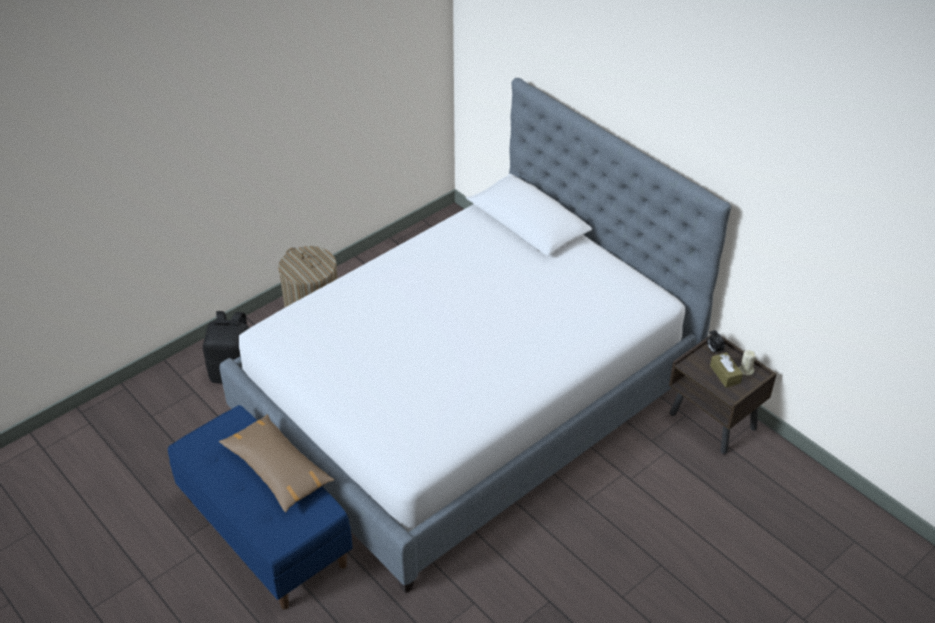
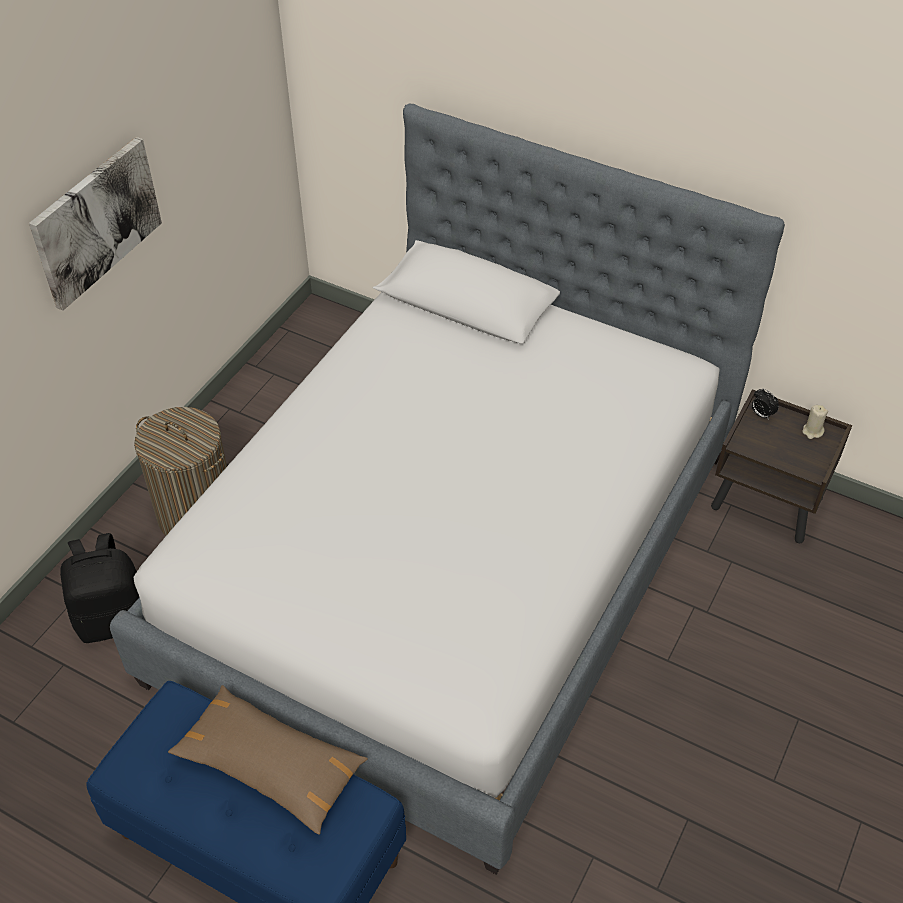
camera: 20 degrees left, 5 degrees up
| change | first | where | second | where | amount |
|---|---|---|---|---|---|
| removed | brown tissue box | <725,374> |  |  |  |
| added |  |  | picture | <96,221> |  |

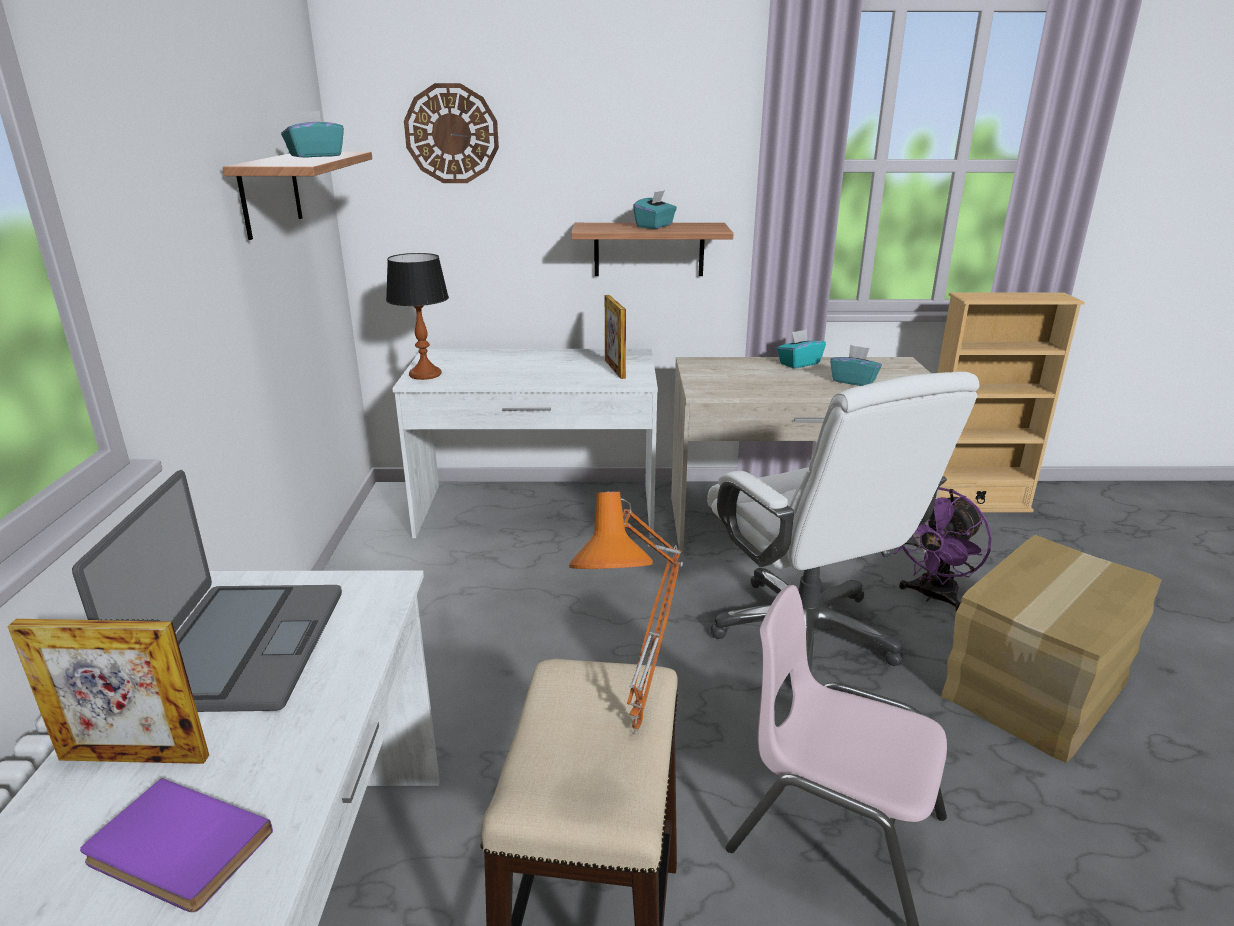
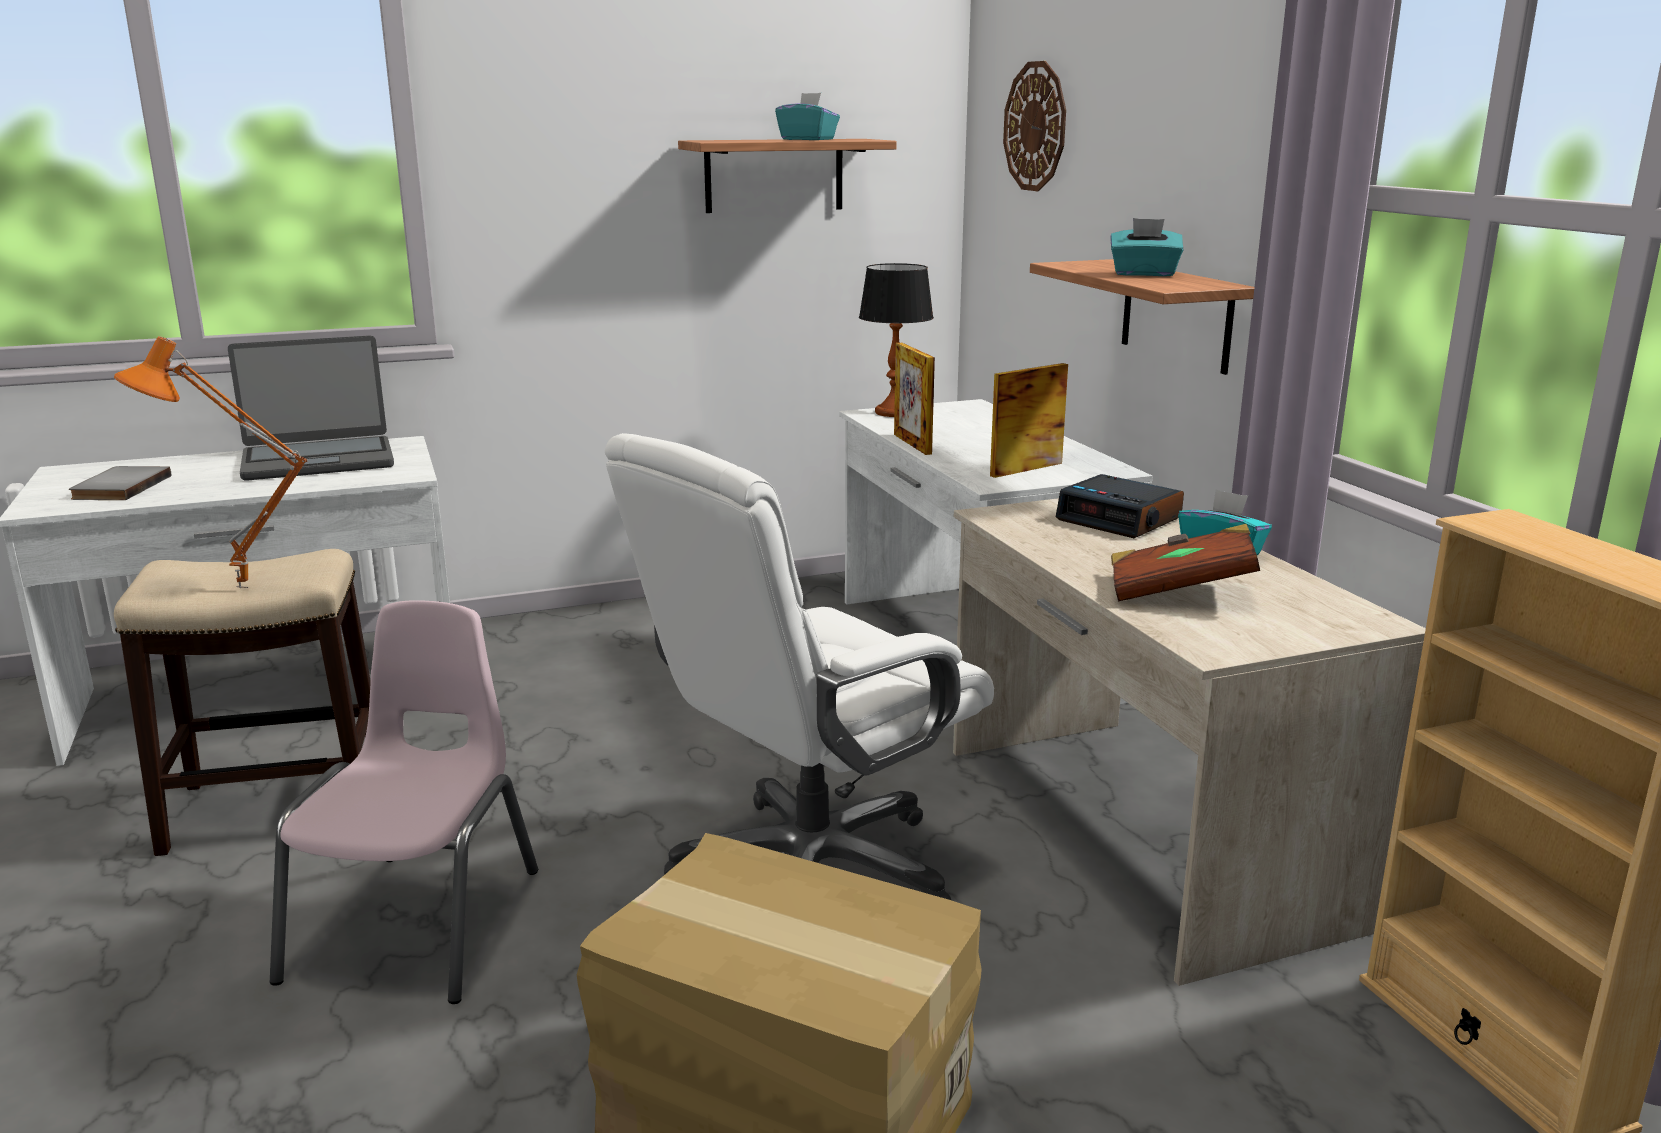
camera: 70 degrees right, 5 degrees down
| change | first | where | second | where | amount |
|---|---|---|---|---|---|
| moved | picture frame | <134,757> |  | <912,444> |  |
| recoloured | purple book | <174,851> | grey book | <118,487> |  |
| replaced | turquoise tissue box | <853,381> | brown book | <1179,591> |  |
| removed | purple fan | <931,596> |  |  |  |
| added |  |  | alarm clock | <1120,519> |  |

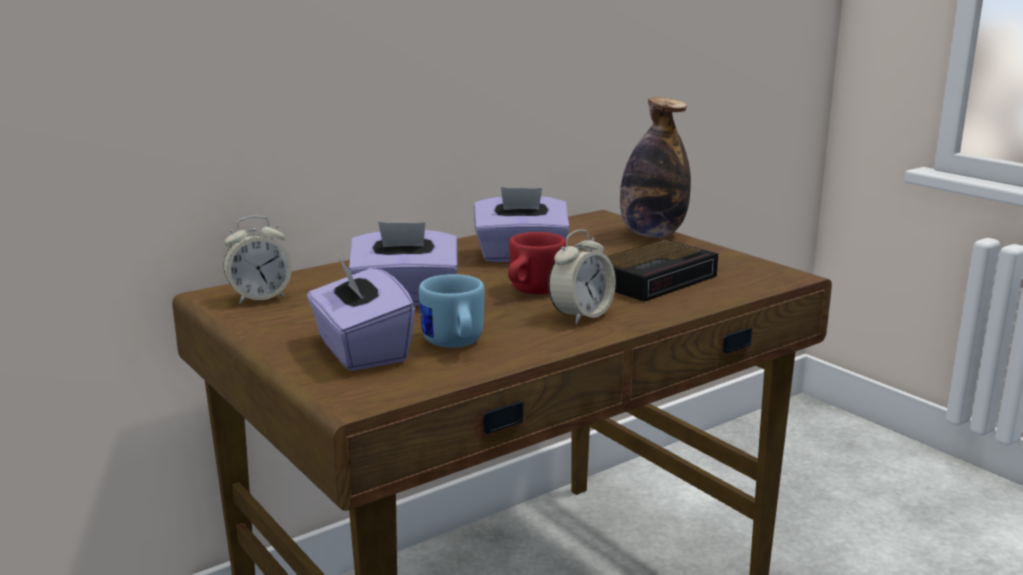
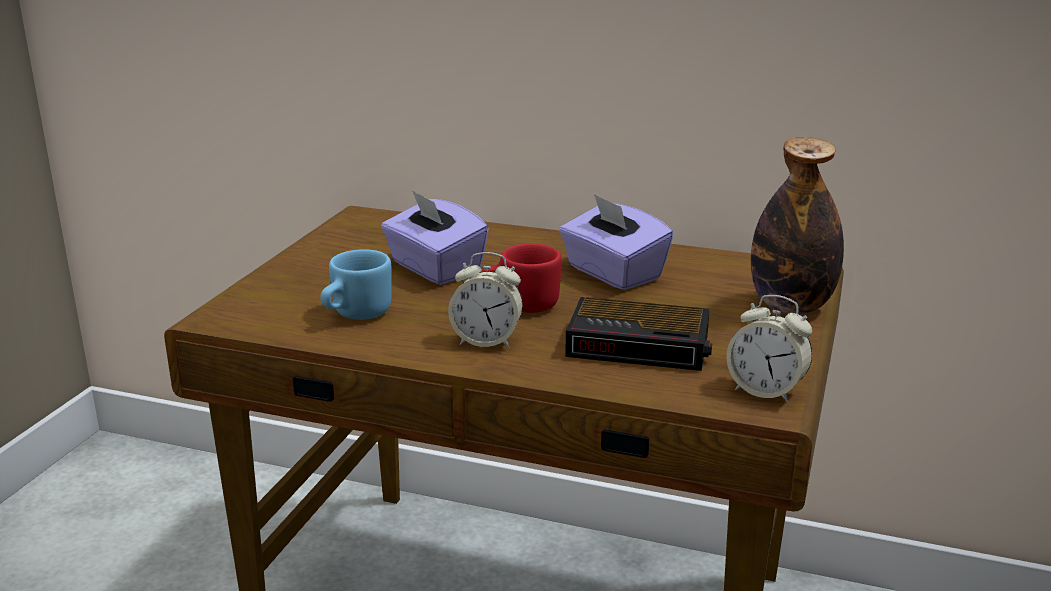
camera: 55 degrees right, 5 degrees up
| change | first | where | second | where | amount |
|---|---|---|---|---|---|
| moved | alarm clock | <259,298> |  | <766,391> |  |
| removed | purple tissue box | <360,351> |  |  |  |

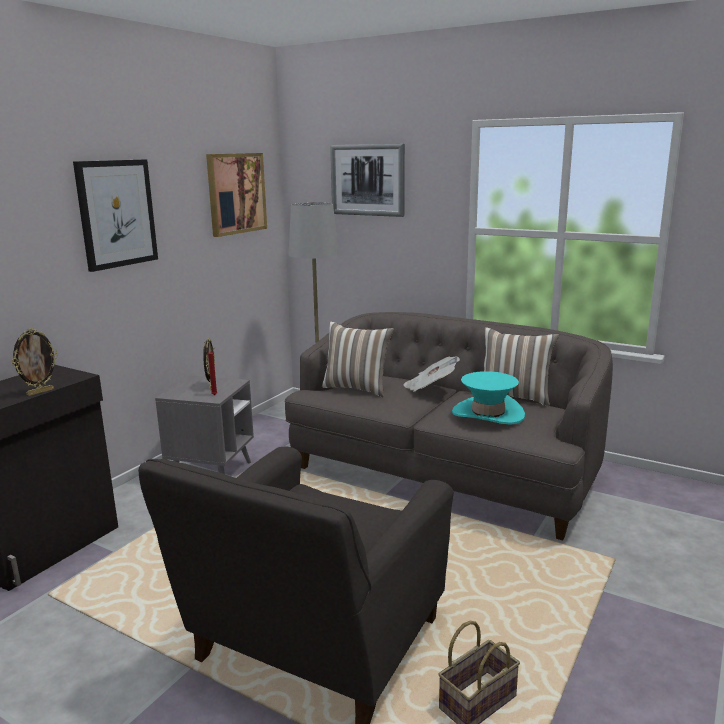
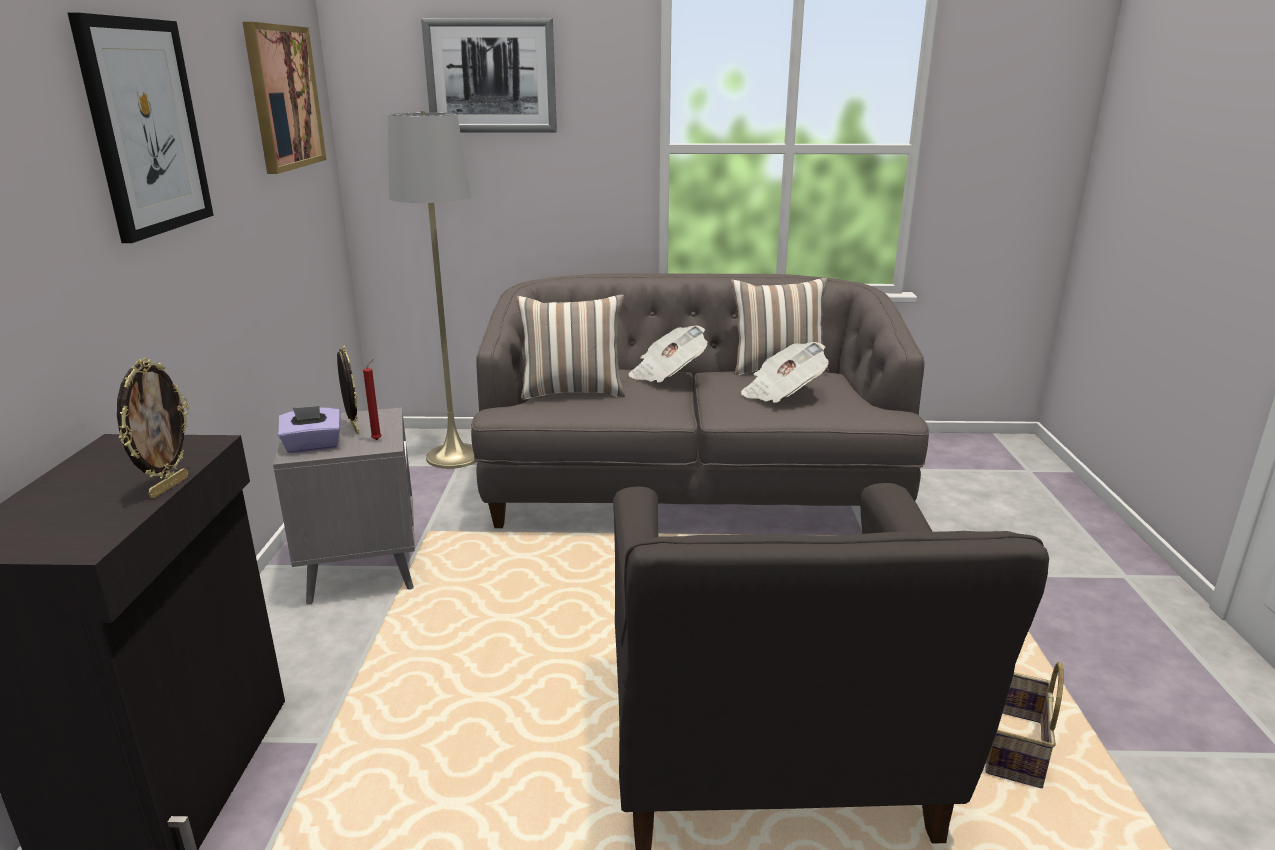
camera: 30 degrees left, 5 degrees up
| change | first | where | second | where | amount |
|---|---|---|---|---|---|
| replaced | turquoise hat | <488,413> | newspaper | <782,393> |  |
| added |  |  | purple tissue box | <313,446> |  |

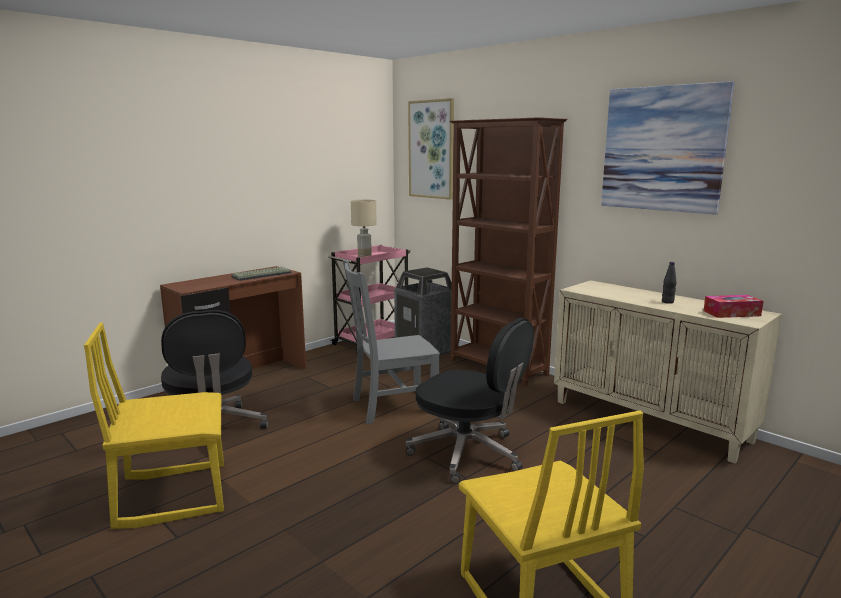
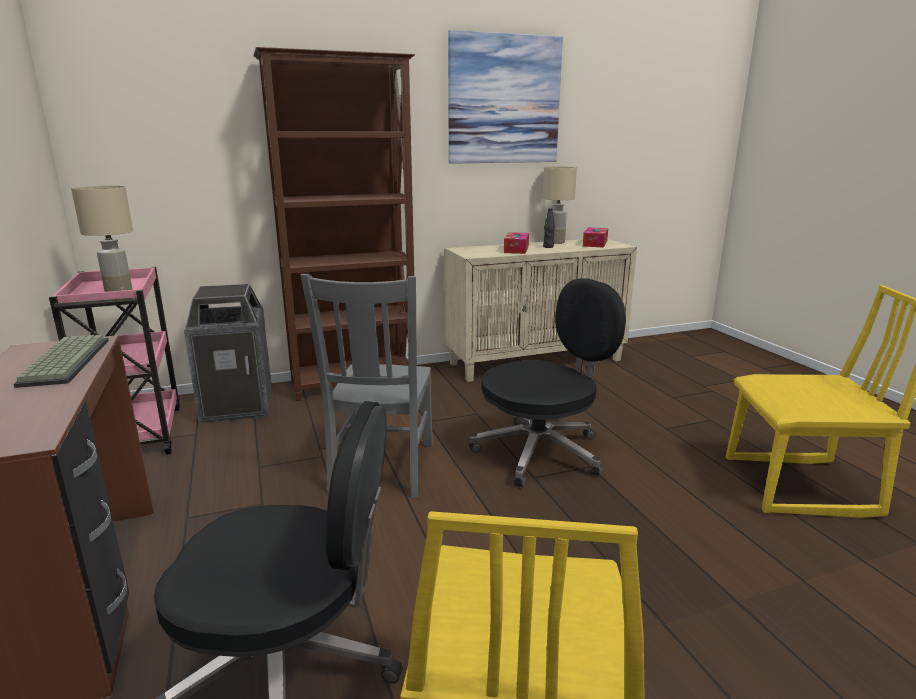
camera: 65 degrees left, 5 degrees up
| change | first | where | second | where | amount |
|---|---|---|---|---|---|
| removed | picture | <432,149> |  |  |  |
| added |  |  | tissue box | <516,249> |  |
| added |  |  | beige table lamp | <556,242> |  |

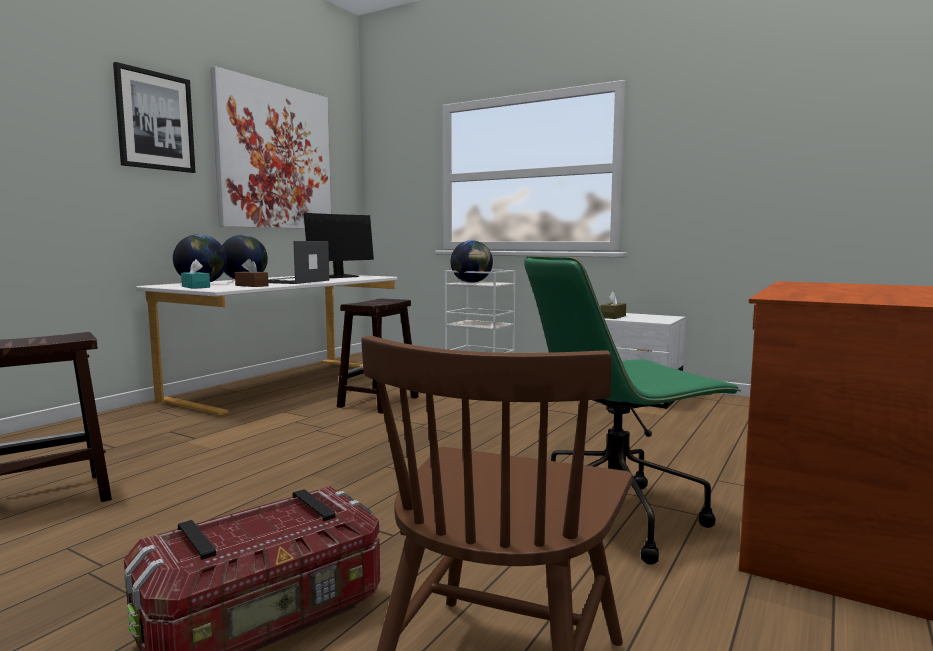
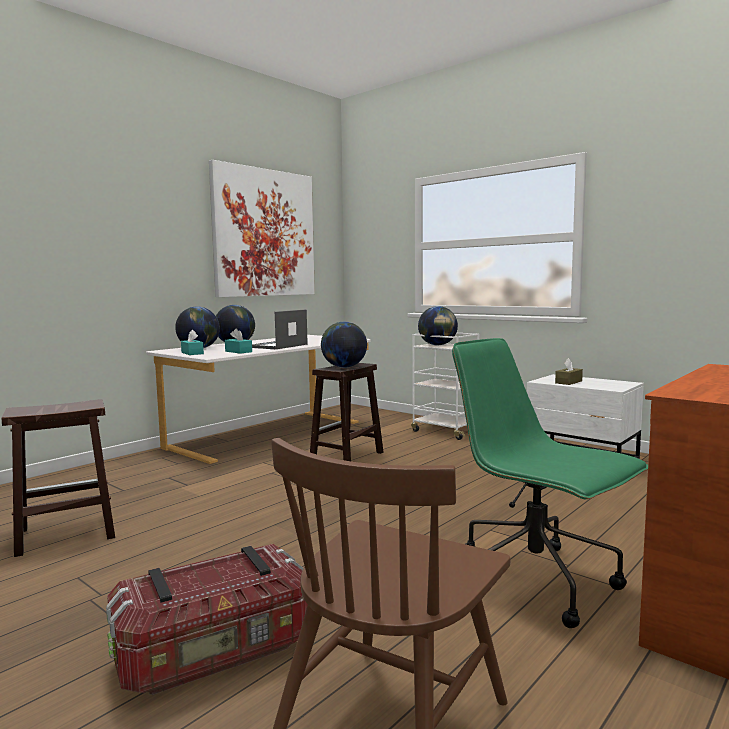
camera: 10 degrees right, 0 degrees up
| change | first | where | second | where | amount |
|---|---|---|---|---|---|
| removed | picture | <155,121> |  |  |  |
| recoloured | brown tissue box | <251,285> | turquoise tissue box | <238,351> |  |
| removed | monitor | <339,277> |  |  |  |
| turned | green office chair | <617,516> |  | <537,582> | 60 degrees clockwise |
| added |  |  | globe | <344,367> |  |

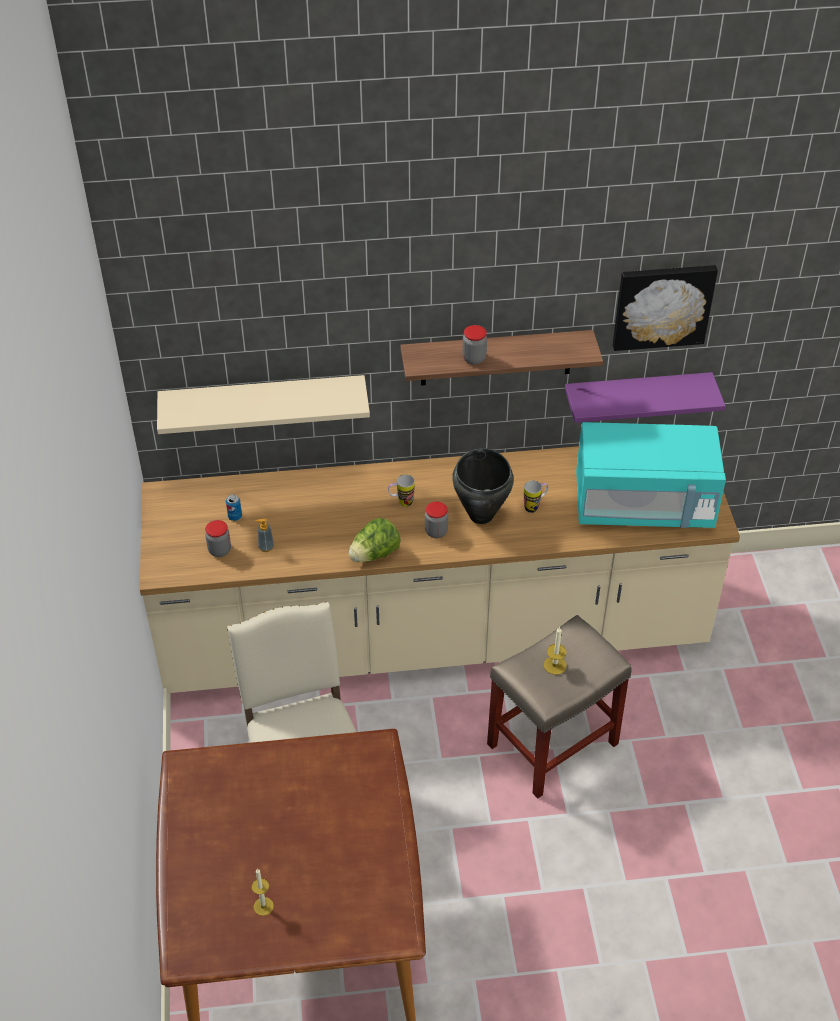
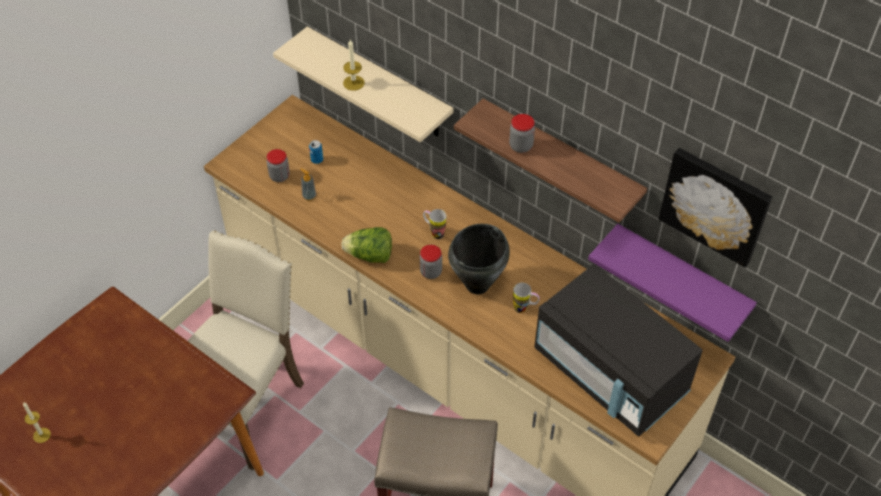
camera: 45 degrees right, 5 degrees up
| change | first | where | second | where | amount |
|---|---|---|---|---|---|
| moved | candle | <555,665> |  | <353,83> |  |
| recoloured | turquoise microwave | <643,505> | black microwave | <610,373> |  |

